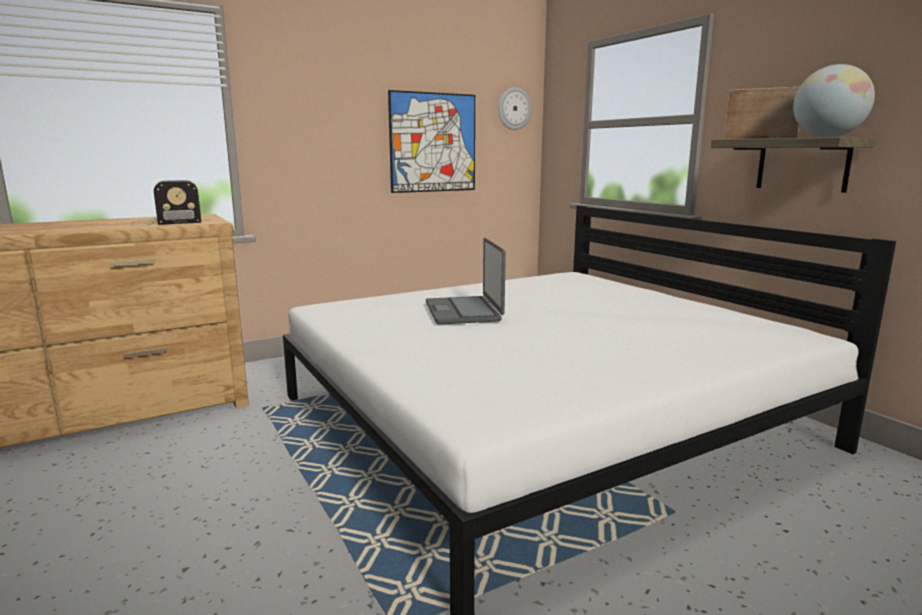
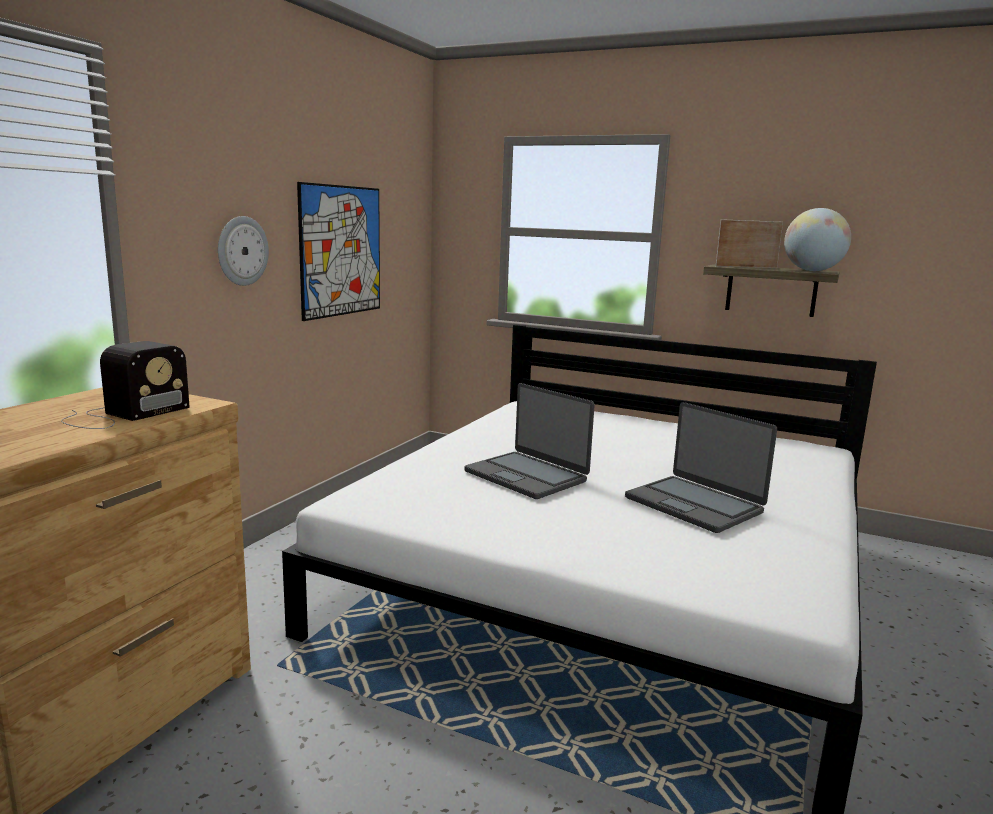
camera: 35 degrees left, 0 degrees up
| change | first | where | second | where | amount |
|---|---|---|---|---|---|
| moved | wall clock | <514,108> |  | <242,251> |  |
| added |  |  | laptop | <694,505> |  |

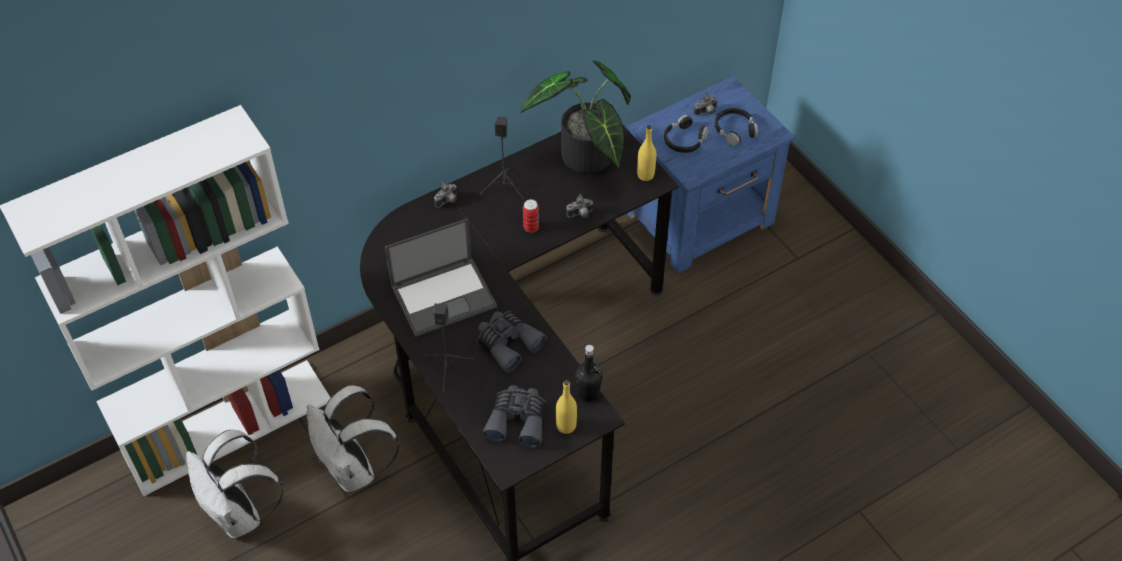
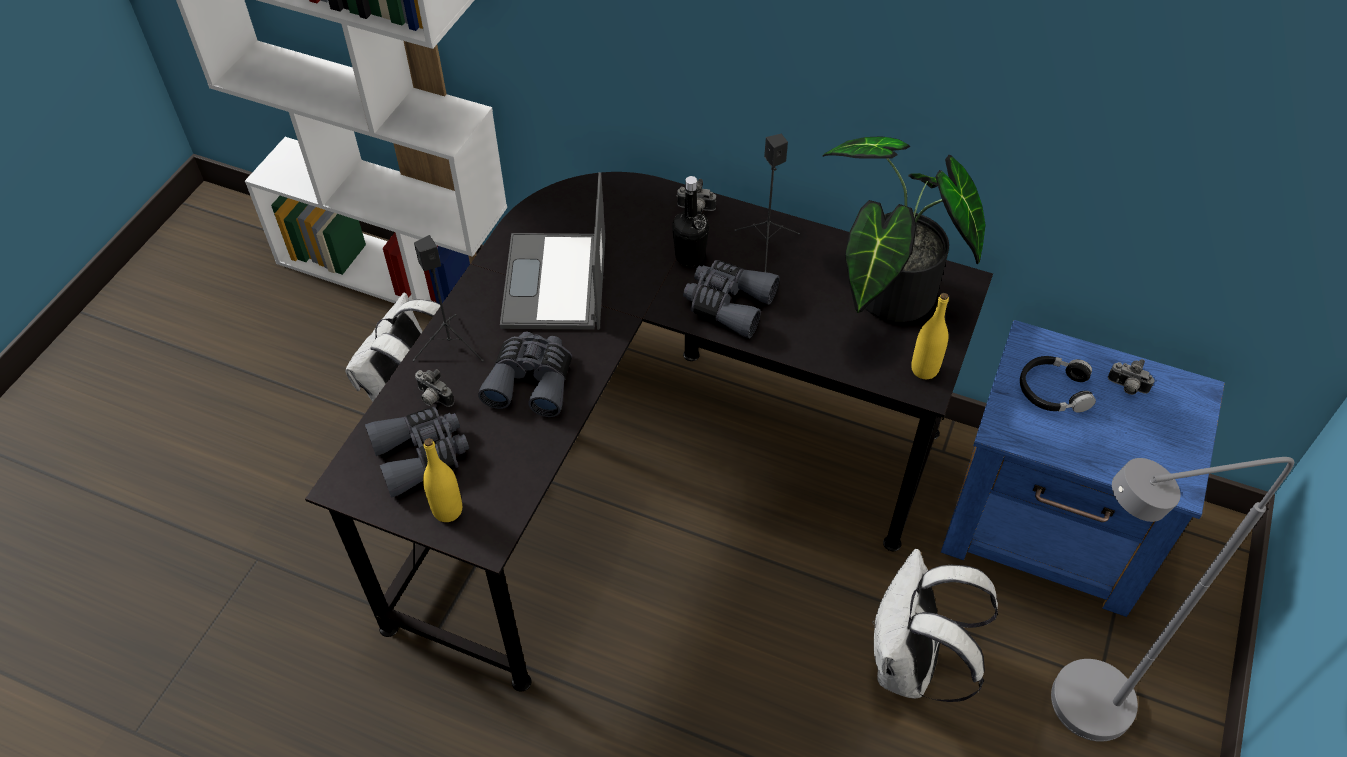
camera: 55 degrees right, 0 degrees up
| change | first | where | second | where | amount |
|---|---|---|---|---|---|
| moved | white backpack | <240,514> |  | <910,666> |  |
| turned | laptop | <444,296> |  | <555,283> | 60 degrees clockwise |
| replaced | can | <531,227> | grey binoculars | <728,304> |  |
| moved | photo camera | <580,215> |  | <433,398> |  |
| moved | black bottle | <588,393> |  | <690,256> |  |
| removed | black headphones | <734,130> |  |  |  |
| added |  |  | grey floor lamp | <1070,709> |  |

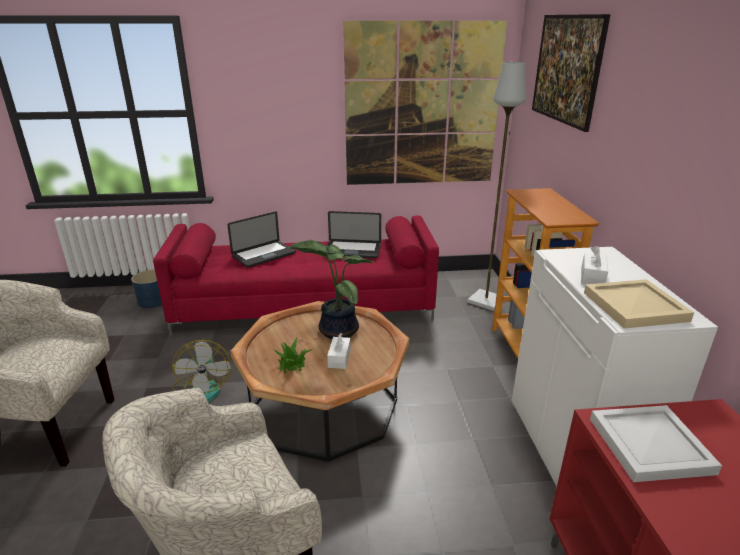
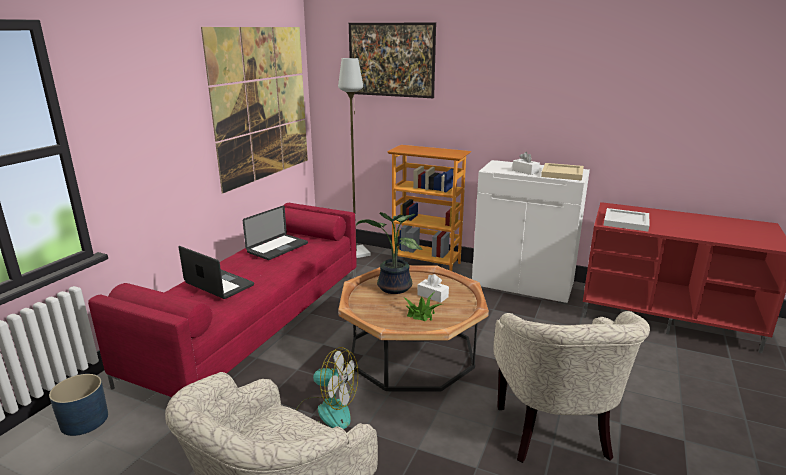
camera: 60 degrees left, 5 degrees down
| change | first | where | second | where | amount |
|---|---|---|---|---|---|
| turned | laptop | <264,255> |  | <219,284> | 45 degrees counterclockwise |

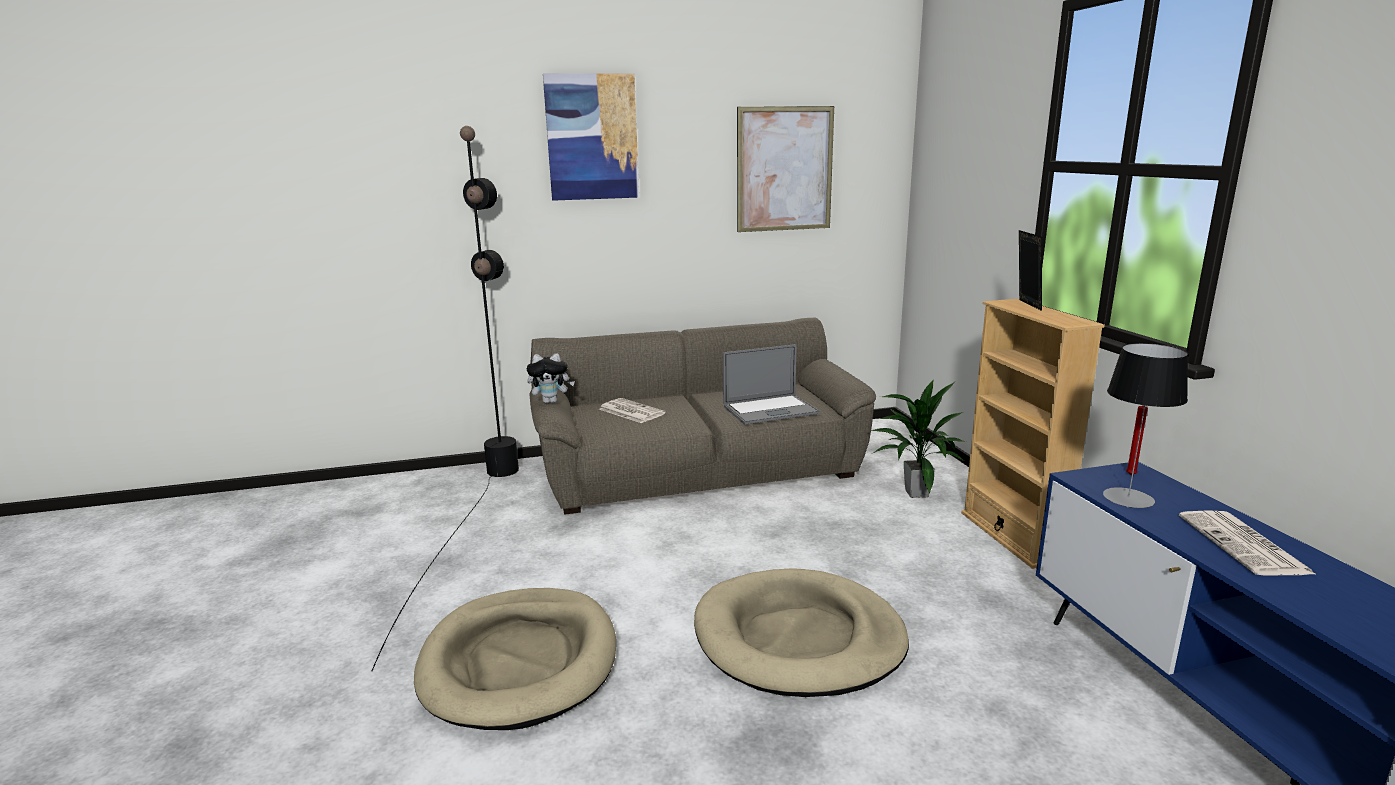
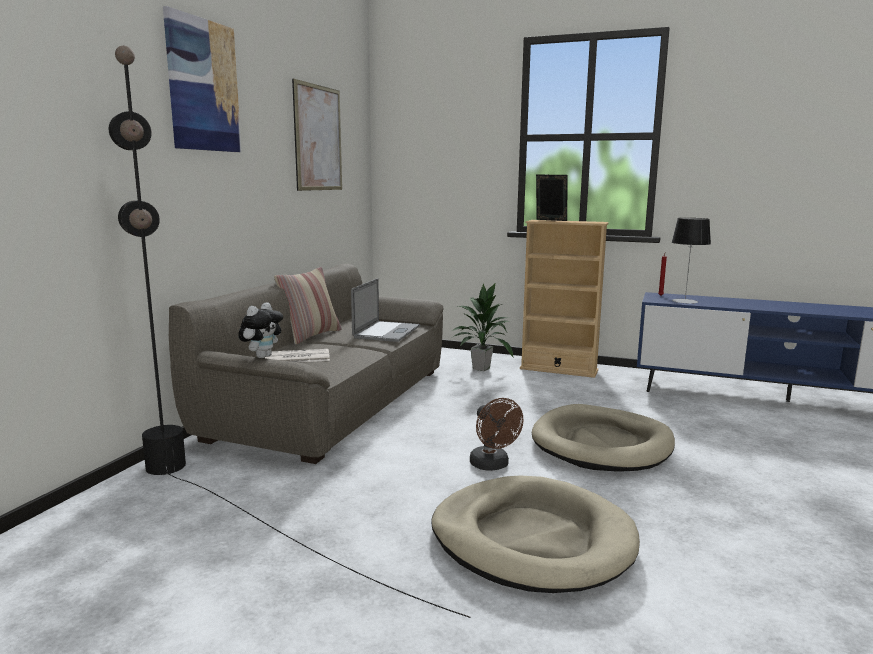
camera: 55 degrees left, 5 degrees down
| change | first | where | second | where | amount |
|---|---|---|---|---|---|
| removed | newspaper | <1244,545> |  |  |  |
| added |  |  | pillow | <311,335> |  |
| added |  |  | brown fan | <492,465> |  |

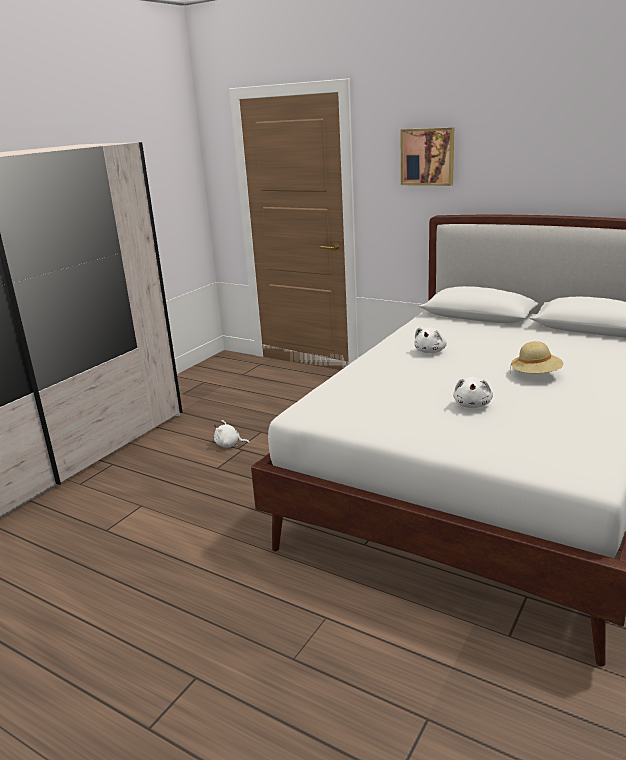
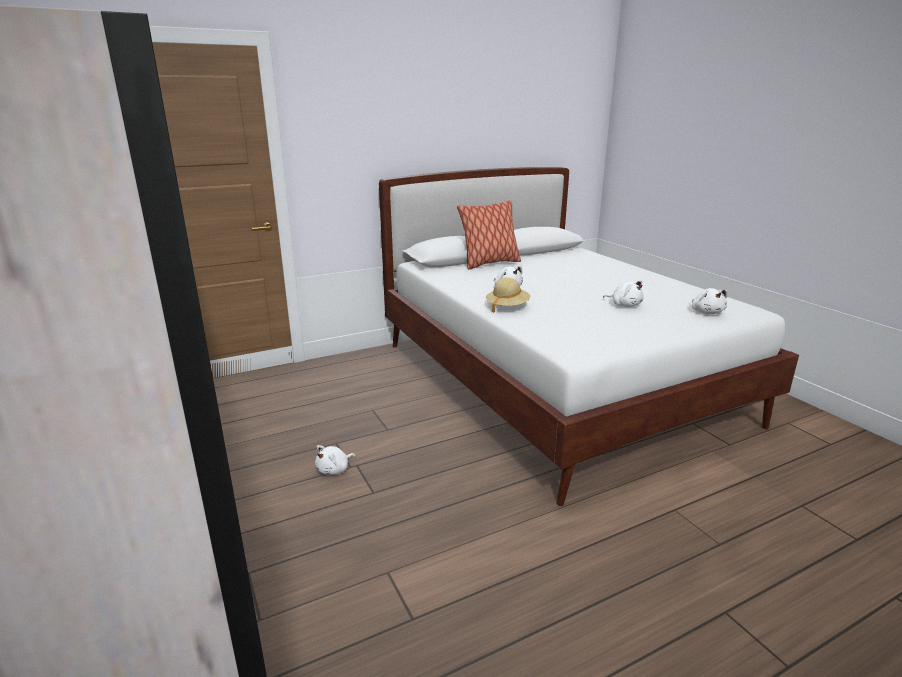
camera: 60 degrees left, 0 degrees up
| change | first | where | second | where | amount |
|---|---|---|---|---|---|
| removed | picture | <428,156> |  |  |  |
| moved | beige hat | <535,375> |  | <507,307> |  |
| added |  |  | pillow | <489,263> |  |
| added |  |  | white plush toy | <706,312> |  |

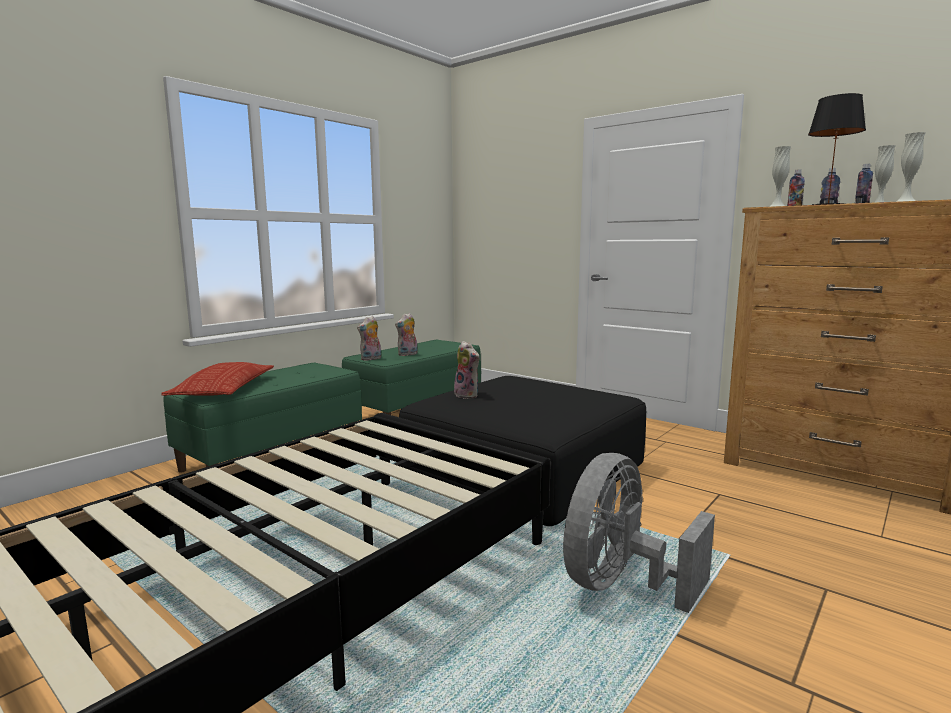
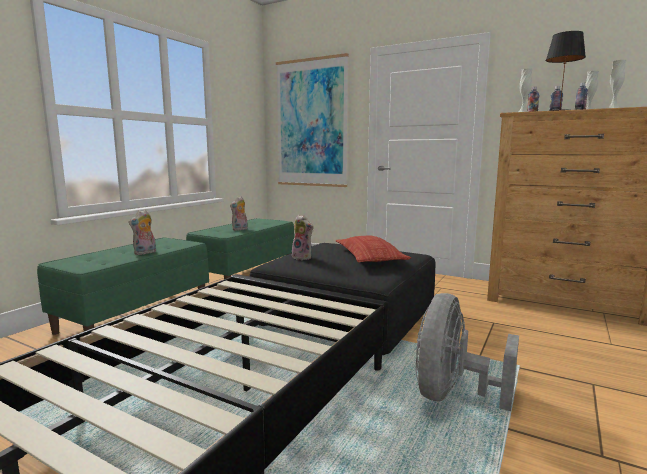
camera: 10 degrees left, 0 degrees up
| change | first | where | second | where | amount |
|---|---|---|---|---|---|
| moved | pillow | <224,389> |  | <369,256> |  |
| moved | plush toy | <371,359> |  | <145,253> |  |
| added |  |  | picture | <311,123> |  |

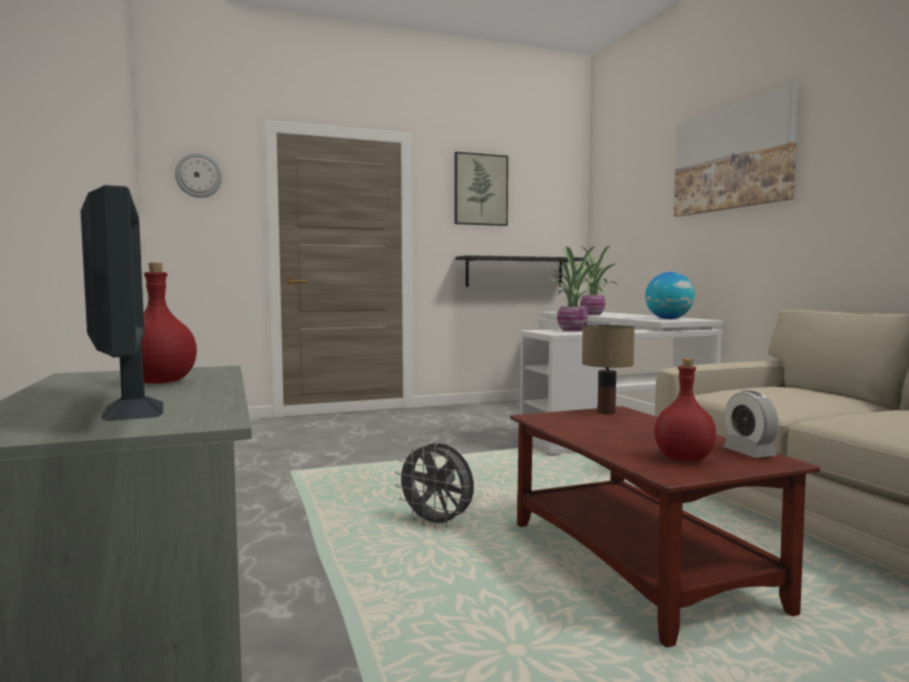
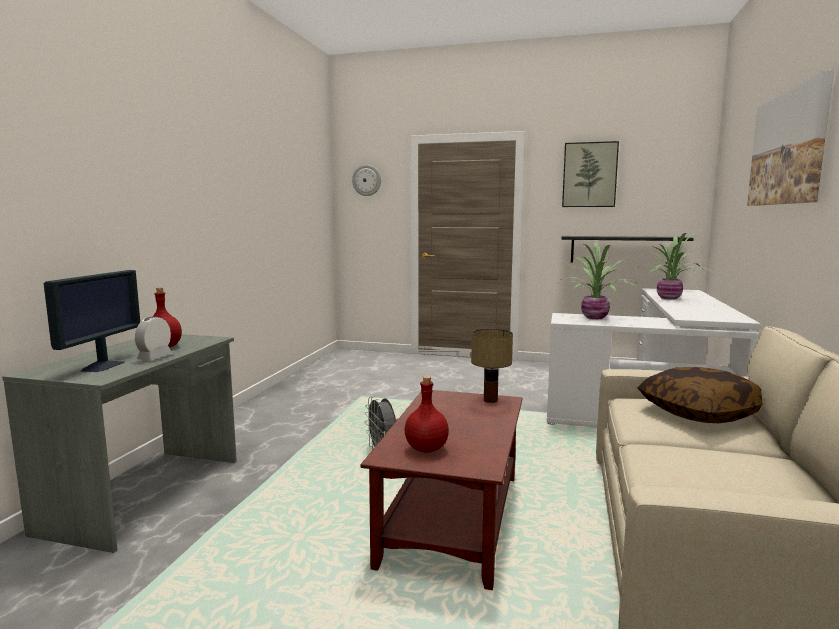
camera: 35 degrees right, 5 degrees up
| change | first | where | second | where | amount |
|---|---|---|---|---|---|
| removed | globe | <668,319> |  |  |  |
| moved | alarm clock | <749,453> |  | <155,357> |  |
| added |  |  | pillow | <700,412> |  |

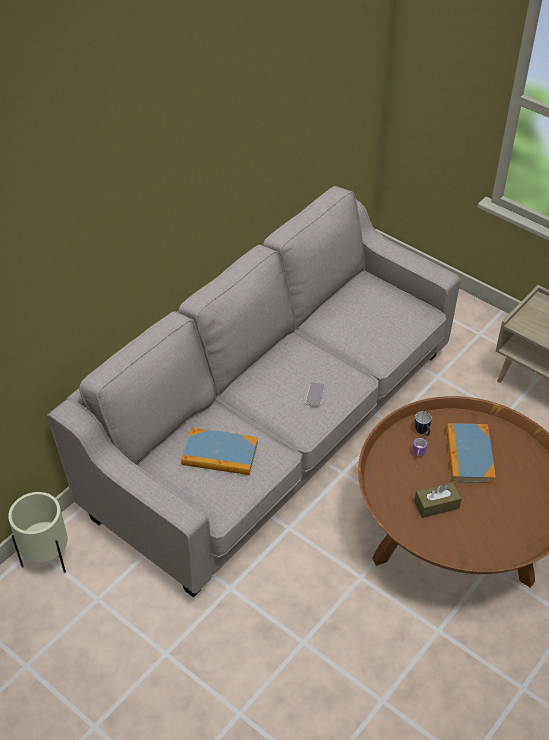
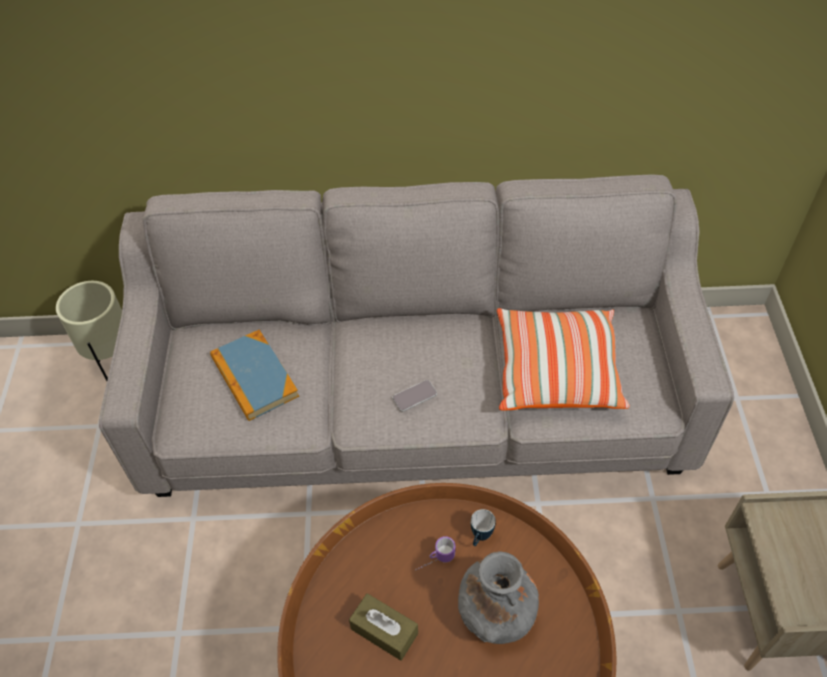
camera: 50 degrees right, 5 degrees up
| change | first | where | second | where | amount |
|---|---|---|---|---|---|
| replaced | book | <469,455> | grey vase | <495,613> |  |
| added |  |  | pillow | <556,371> |  |

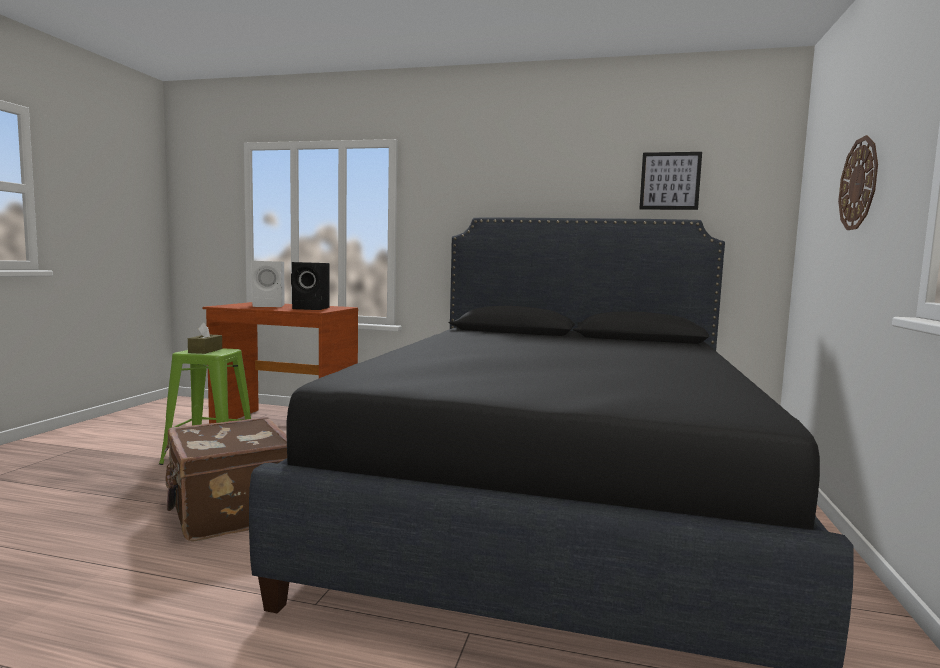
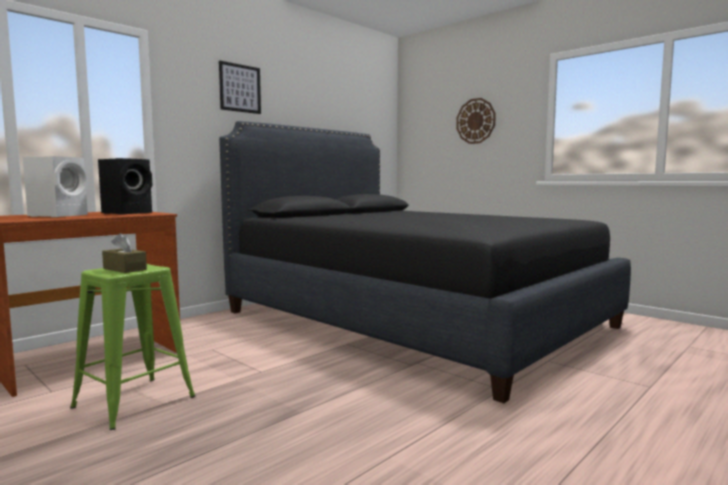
camera: 60 degrees left, 0 degrees up
| change | first | where | second | where | amount |
|---|---|---|---|---|---|
| removed | brown suitcase | <229,511> |  |  |  |
| moved | picture | <670,181> |  | <240,88> |  |

